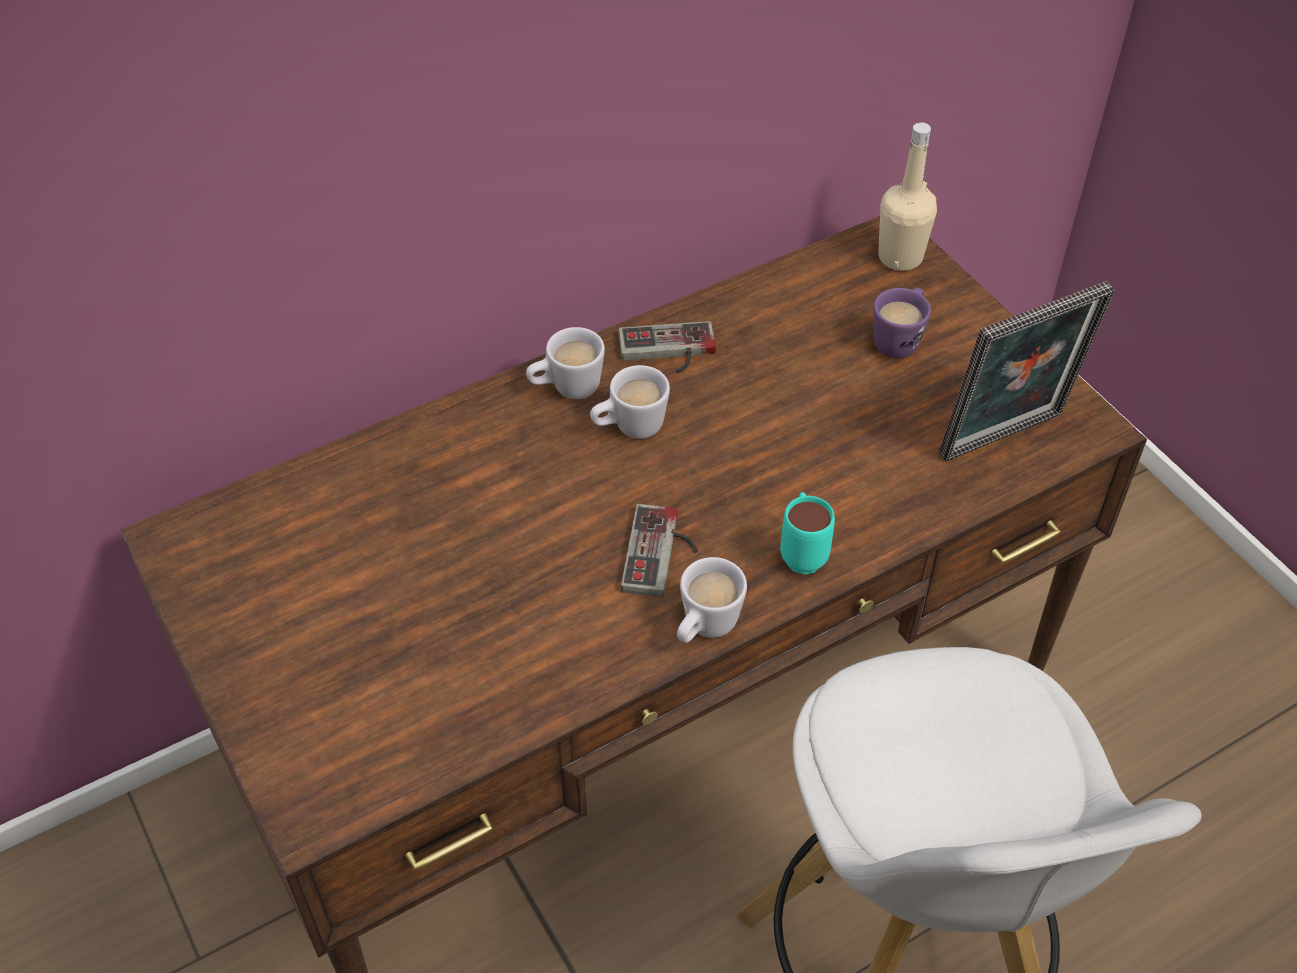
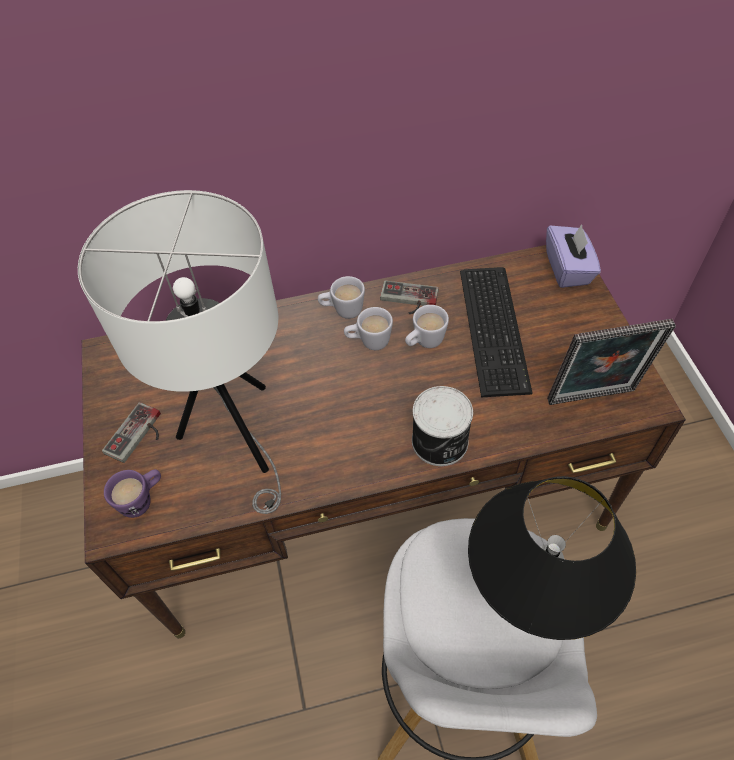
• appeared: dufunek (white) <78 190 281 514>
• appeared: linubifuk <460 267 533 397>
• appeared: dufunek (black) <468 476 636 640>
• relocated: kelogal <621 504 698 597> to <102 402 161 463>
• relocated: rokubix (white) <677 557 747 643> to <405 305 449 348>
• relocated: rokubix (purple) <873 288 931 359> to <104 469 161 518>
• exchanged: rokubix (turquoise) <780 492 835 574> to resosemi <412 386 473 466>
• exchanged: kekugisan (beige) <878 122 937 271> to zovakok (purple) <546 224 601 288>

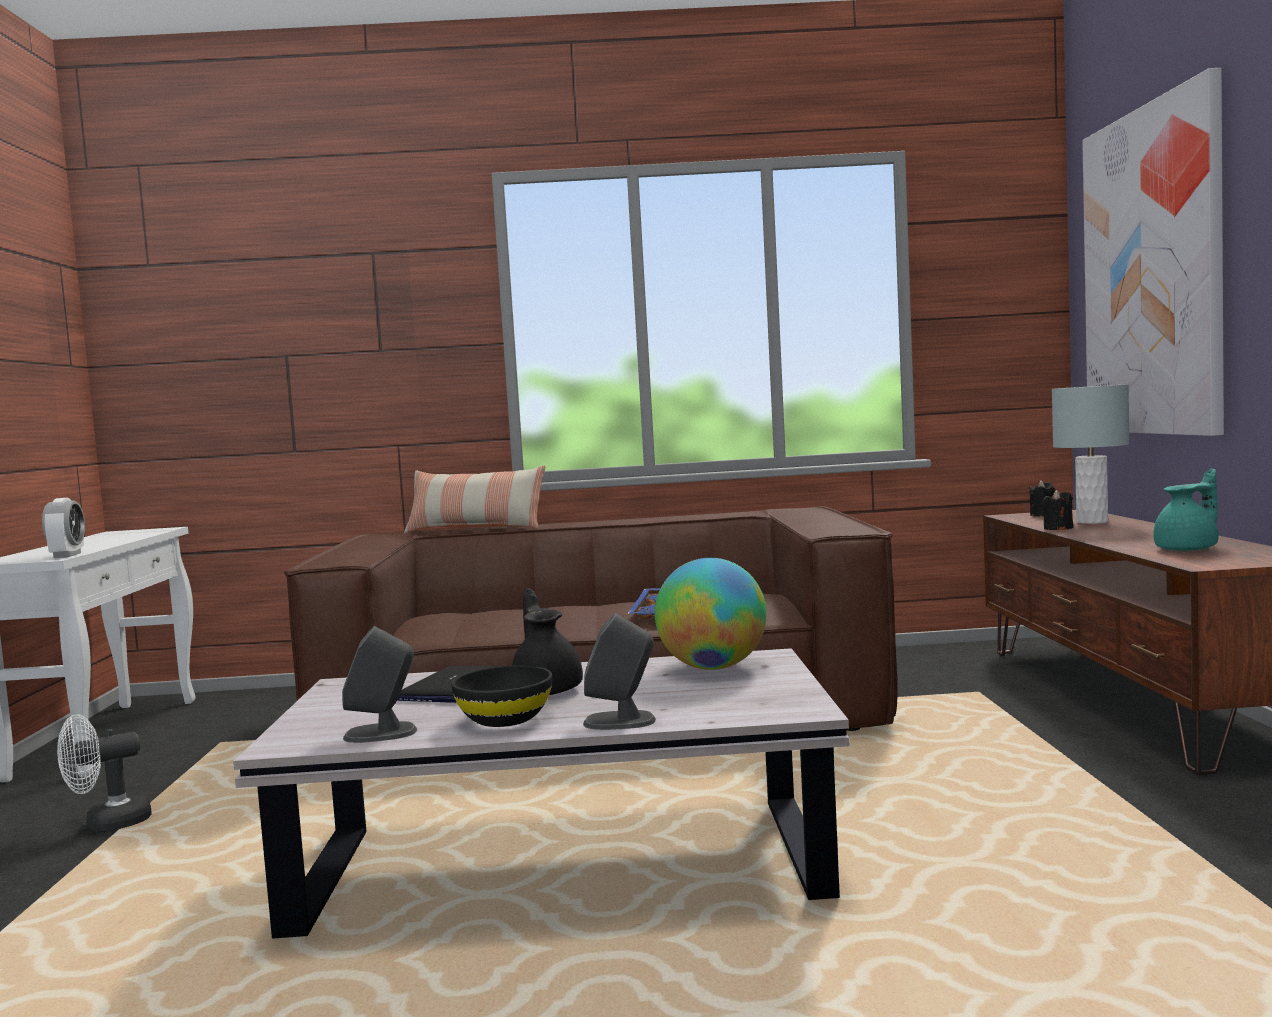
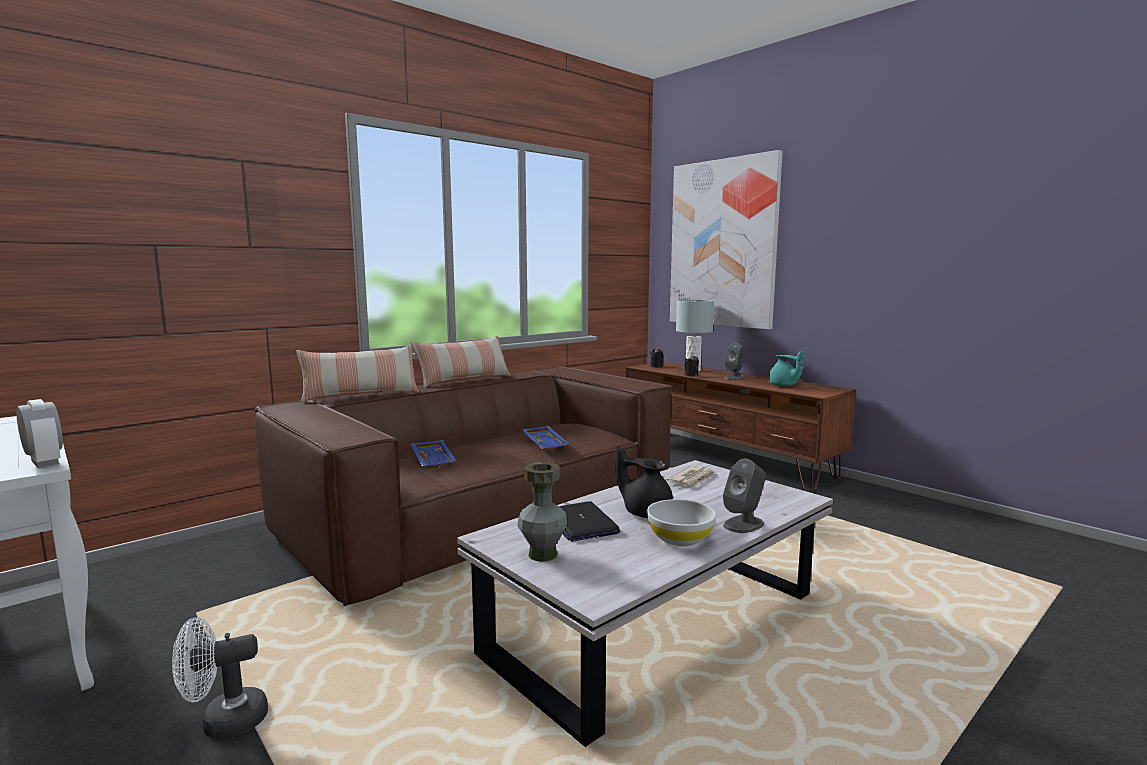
• appeared: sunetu <411 336 511 388>
• appeared: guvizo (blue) <411 440 456 469>
• appeared: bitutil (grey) <517 462 567 562>
• relocated: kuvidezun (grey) <342 626 417 743> to <725 343 745 380>
• exchanged: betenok <655 558 767 670> to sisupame <666 465 716 487>
• colour: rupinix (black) <451 666 552 727> to rupinix (white) <647 499 716 546>
• spun: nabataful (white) <57 715 152 832> = <172 617 268 739> 45 degrees clockwise
• spun: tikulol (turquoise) <1153 469 1219 551> = <768 351 804 386> 120 degrees clockwise

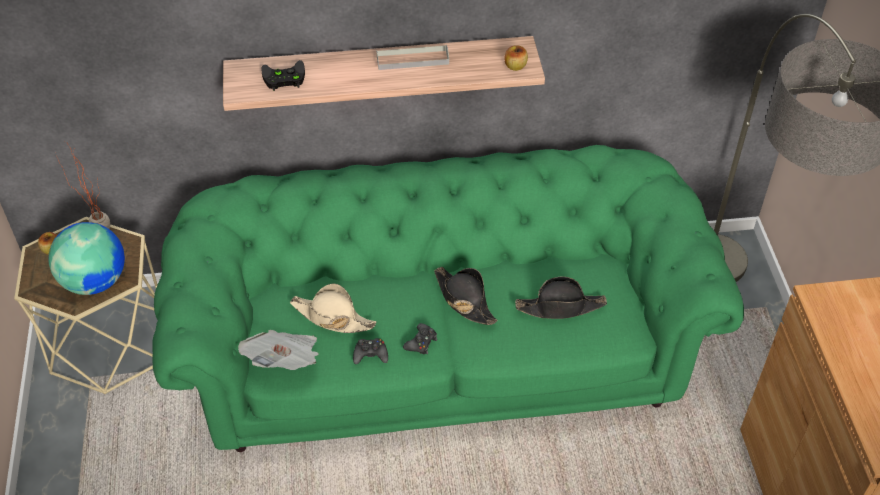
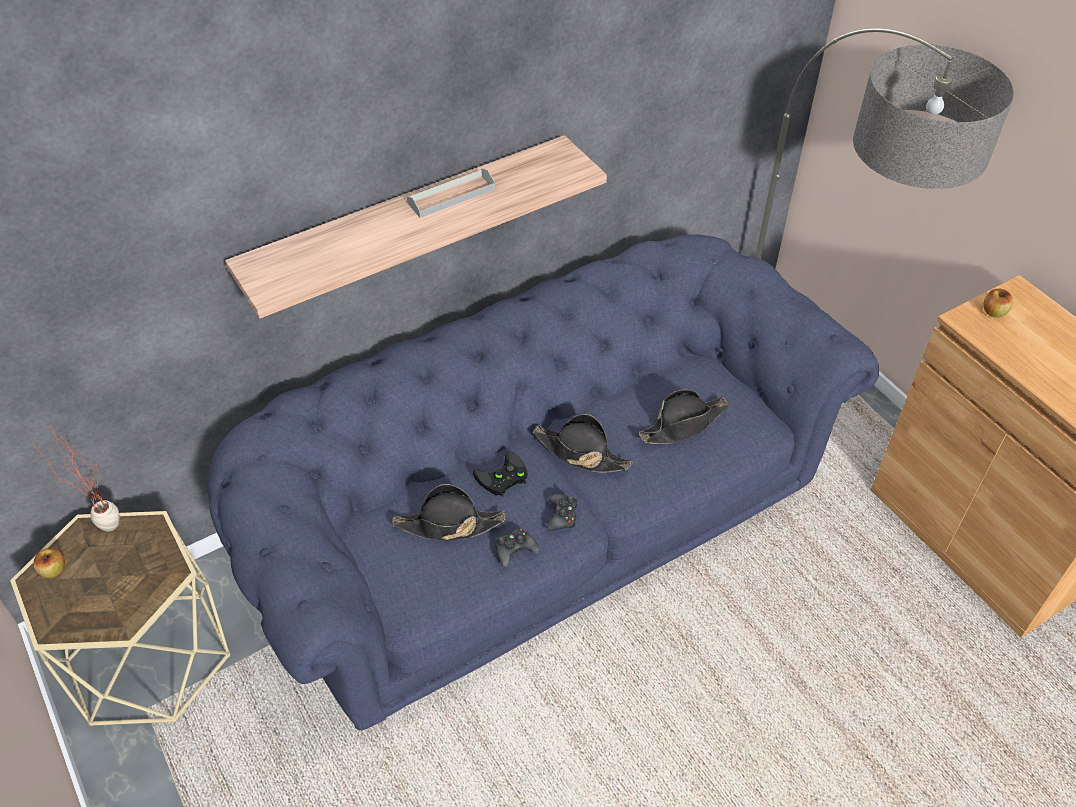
• missing: betenok <48 222 125 295>
• missing: sisupame <238 330 318 370>
• relocated: kelogal (black) <261 60 305 91> to <473 451 528 497>
• relocated: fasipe <504 45 528 71> to <983 289 1013 318>
• colour: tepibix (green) <152 145 744 452> to tepibix (blue) <208 234 879 730>
• colour: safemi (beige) <290 283 376 333> to safemi (black) <392 484 506 540>

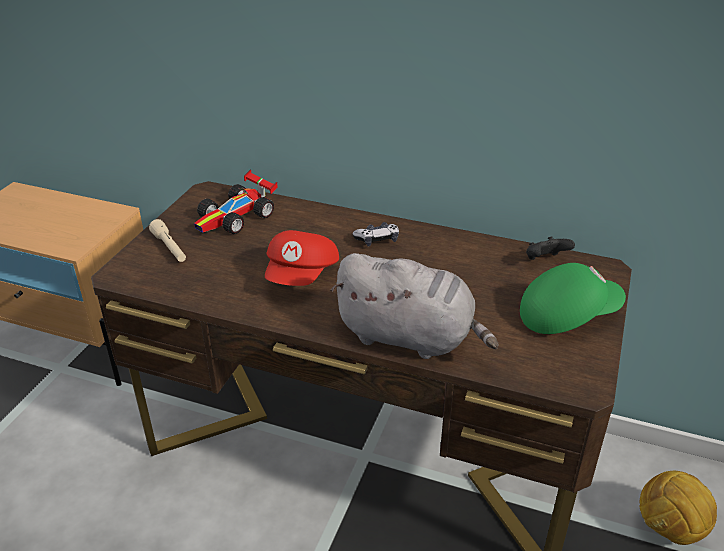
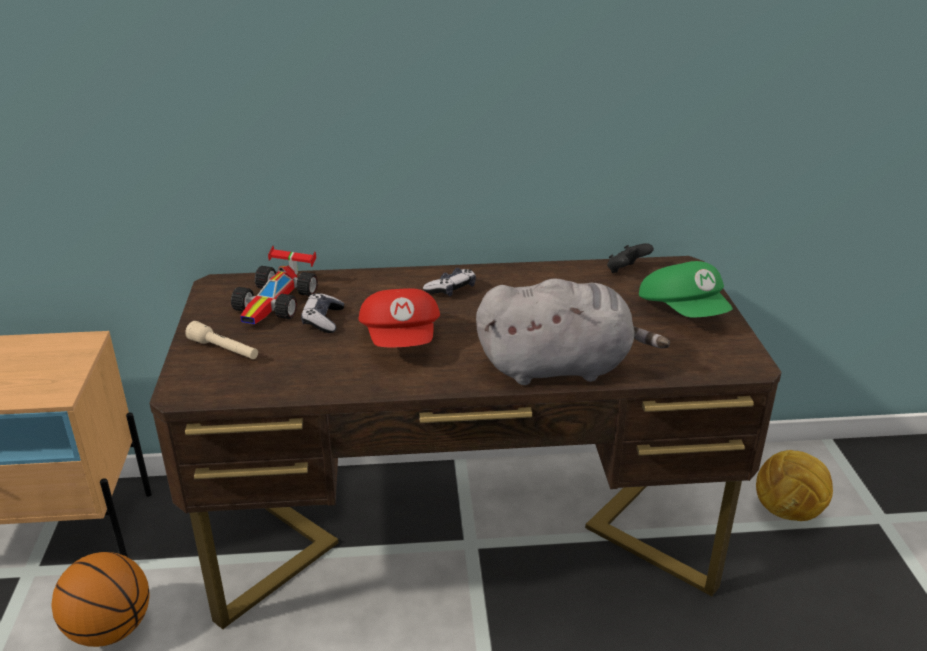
• appeared: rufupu <52 552 150 647>
• appeared: kelogal <301 293 344 333>
• spun: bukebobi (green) <520 263 626 334> = <639 261 733 318> 105 degrees clockwise

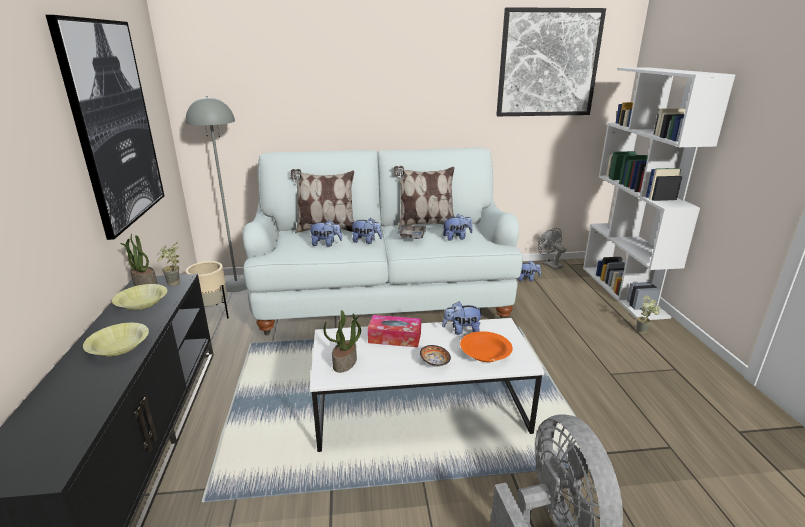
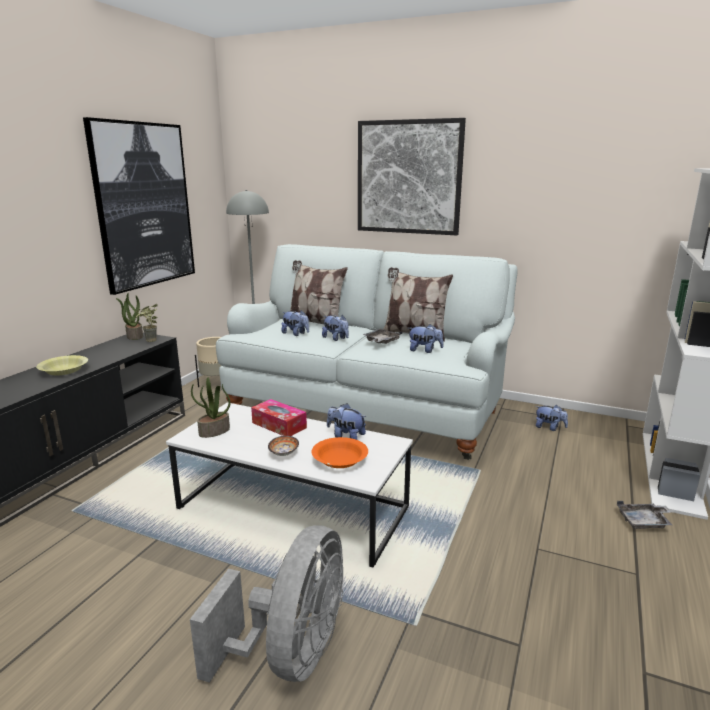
• missing: rupinix (yellow) <112 284 167 310>
• missing: nabataful (grey) <538 228 566 270>
• relocated: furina <496 7 606 116> to <358 118 466 235>
• exchanged: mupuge <636 295 661 334> to guvizo (grey) <617 501 672 529>

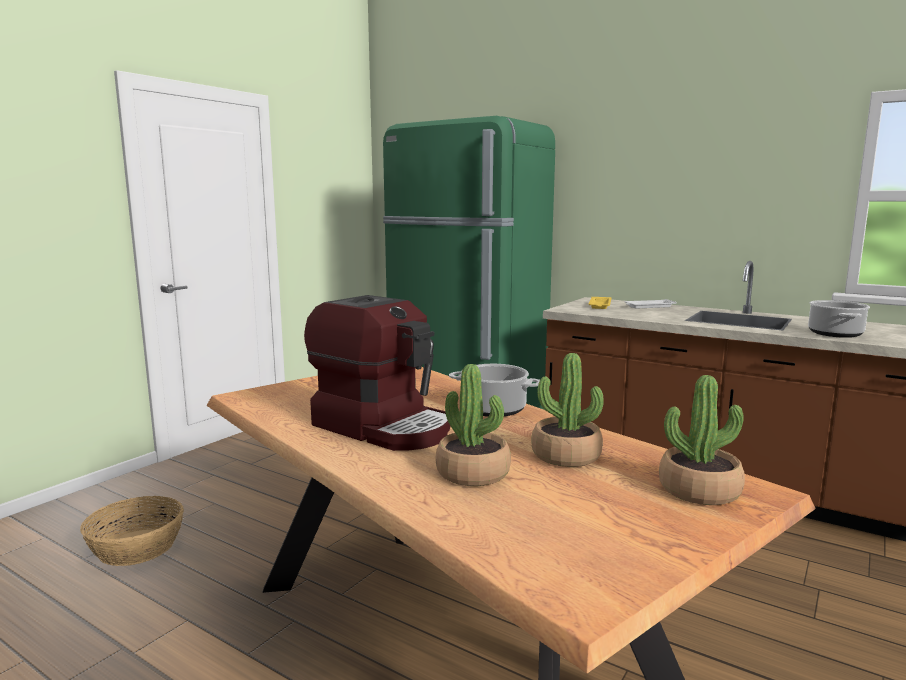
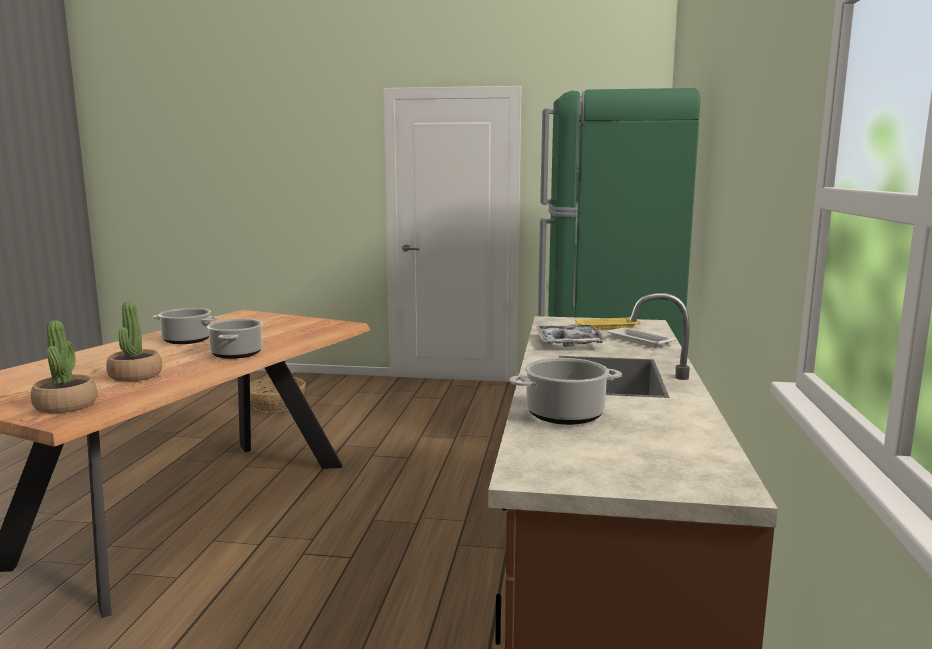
• missing: mupuge <436 364 511 486>
• appeared: guvizo <535 325 607 347>
• exchanged: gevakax <304 295 450 451> to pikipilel <153 308 218 344>

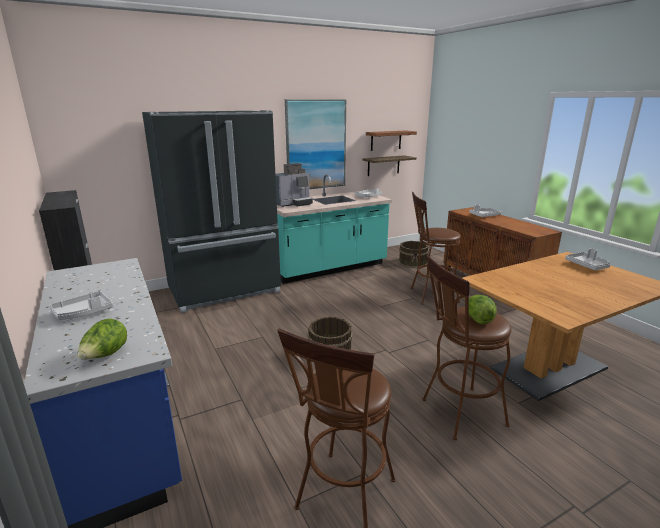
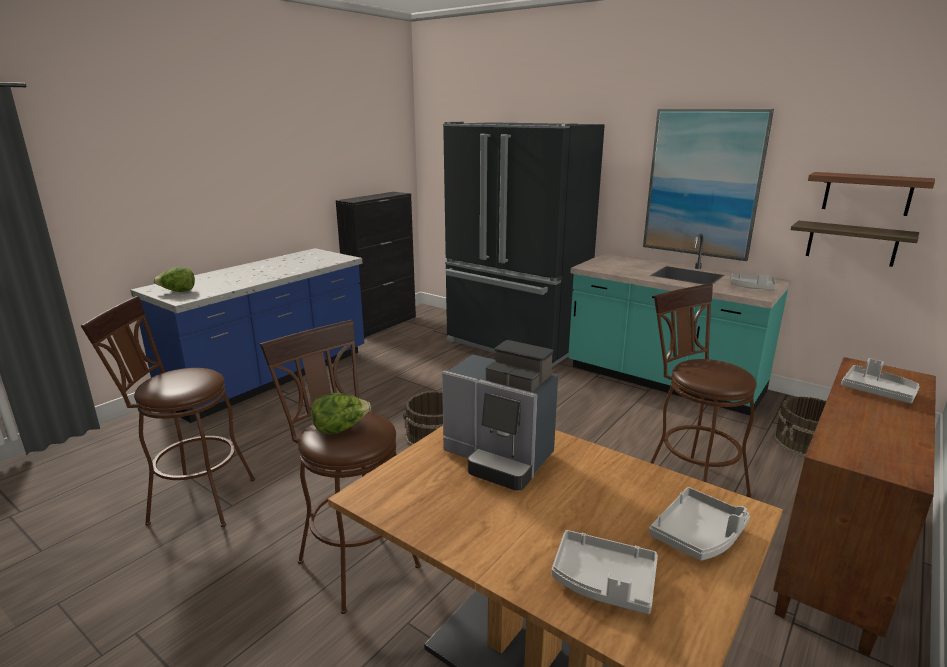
• relocated: guvizo (grey) <49 291 113 320> to <552 530 658 614>
• relocated: gevakax <275 163 313 207> to <442 340 558 491>

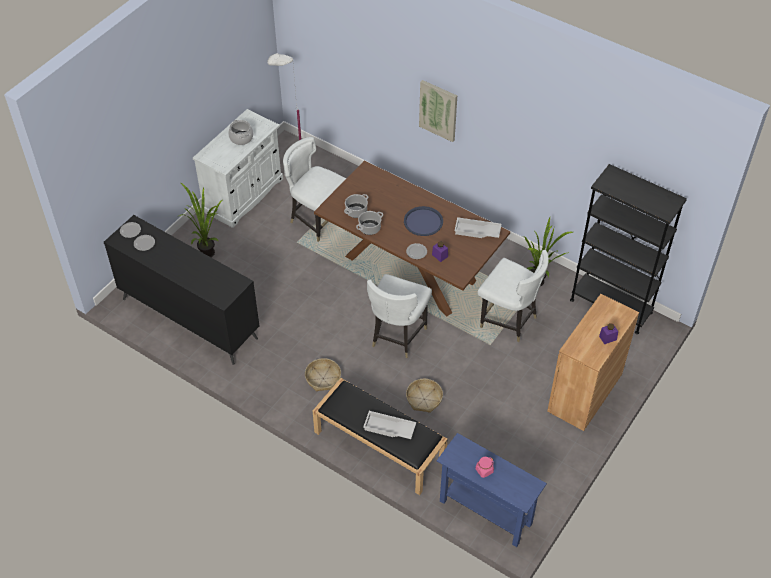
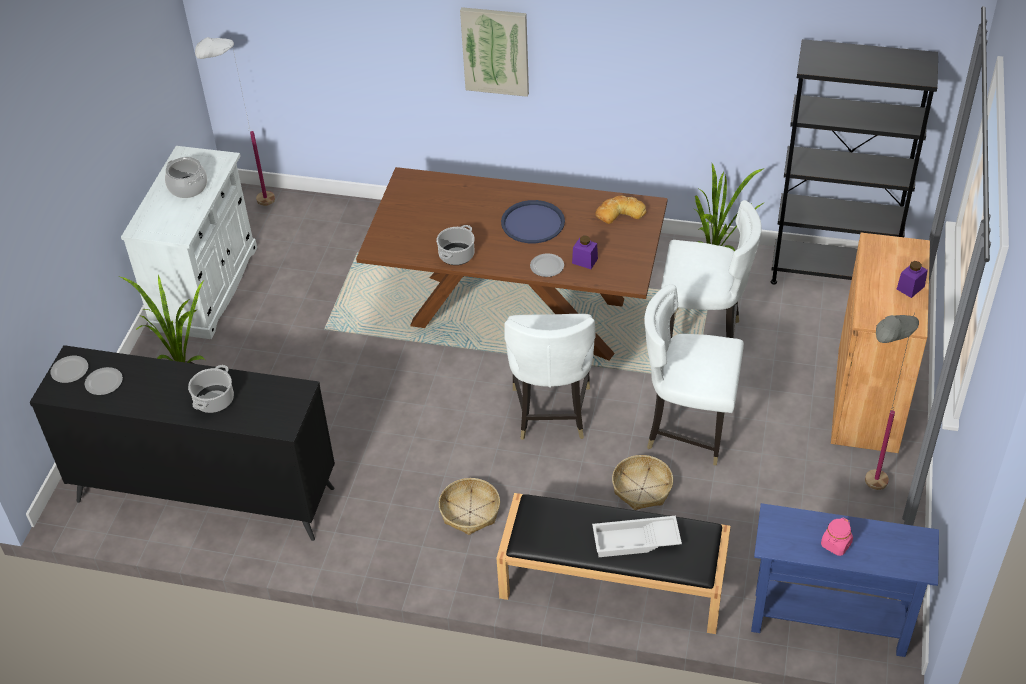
• appeared: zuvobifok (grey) <865 312 919 490>
• relocated: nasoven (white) <283 137 346 242> to <644 284 744 466>
• relocated: pikipilel <344 194 368 218> to <188 365 234 413>
• exchanged: guvizo (white) <454 217 502 238> to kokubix <595 196 647 224>

